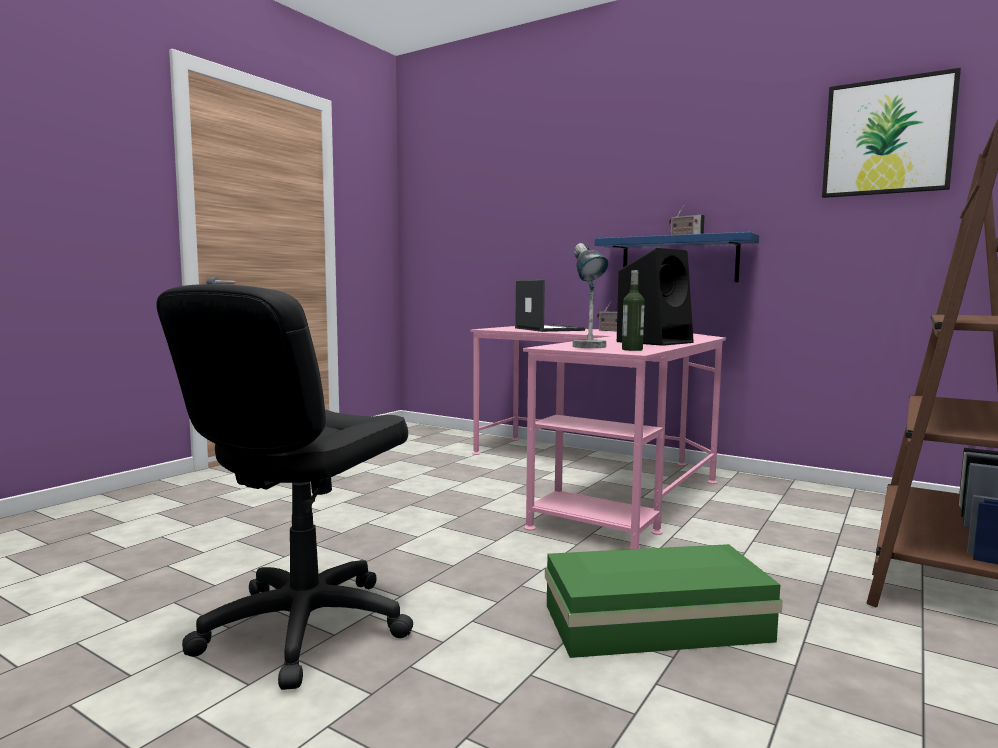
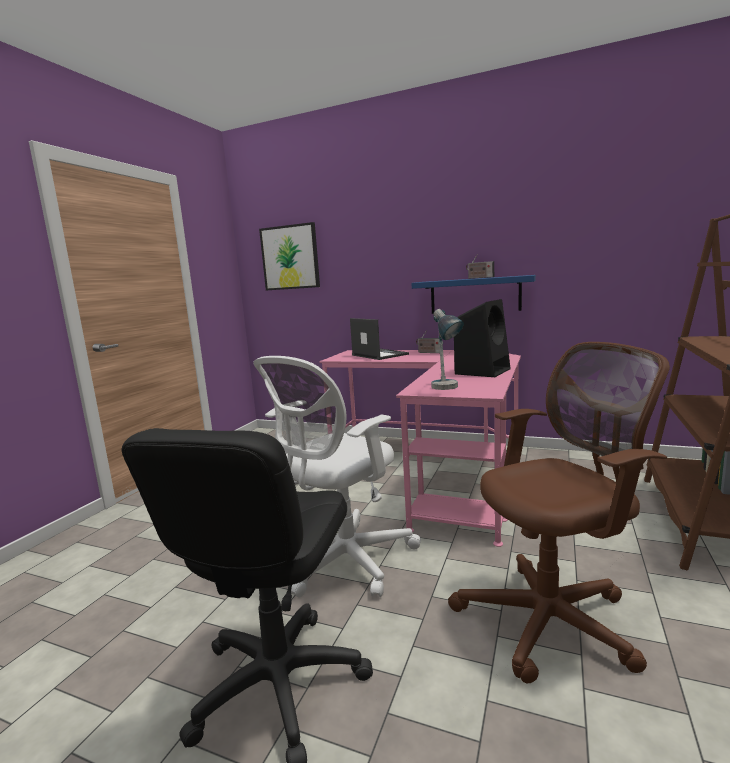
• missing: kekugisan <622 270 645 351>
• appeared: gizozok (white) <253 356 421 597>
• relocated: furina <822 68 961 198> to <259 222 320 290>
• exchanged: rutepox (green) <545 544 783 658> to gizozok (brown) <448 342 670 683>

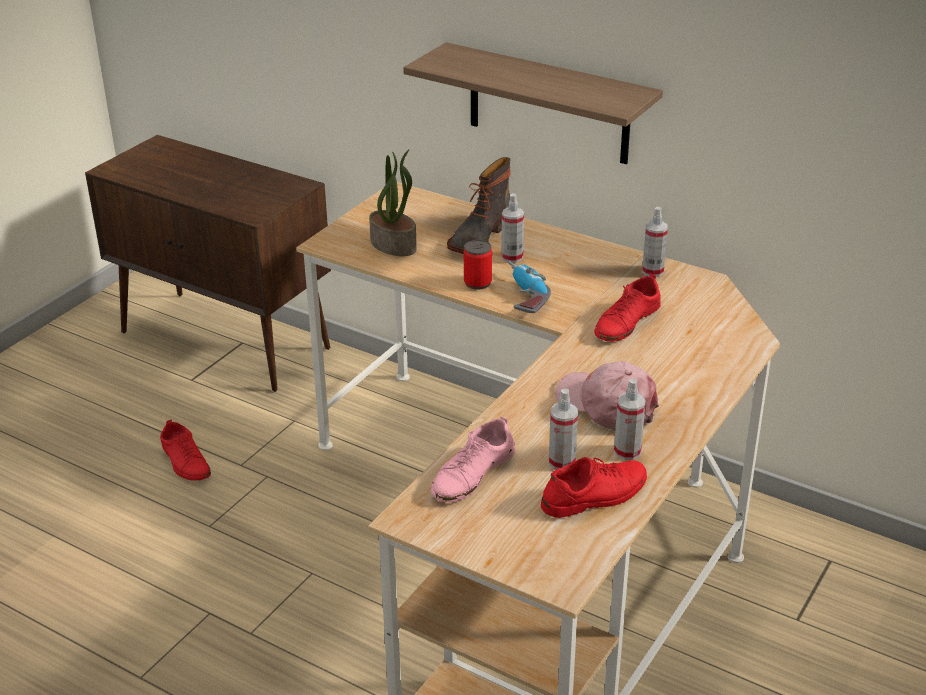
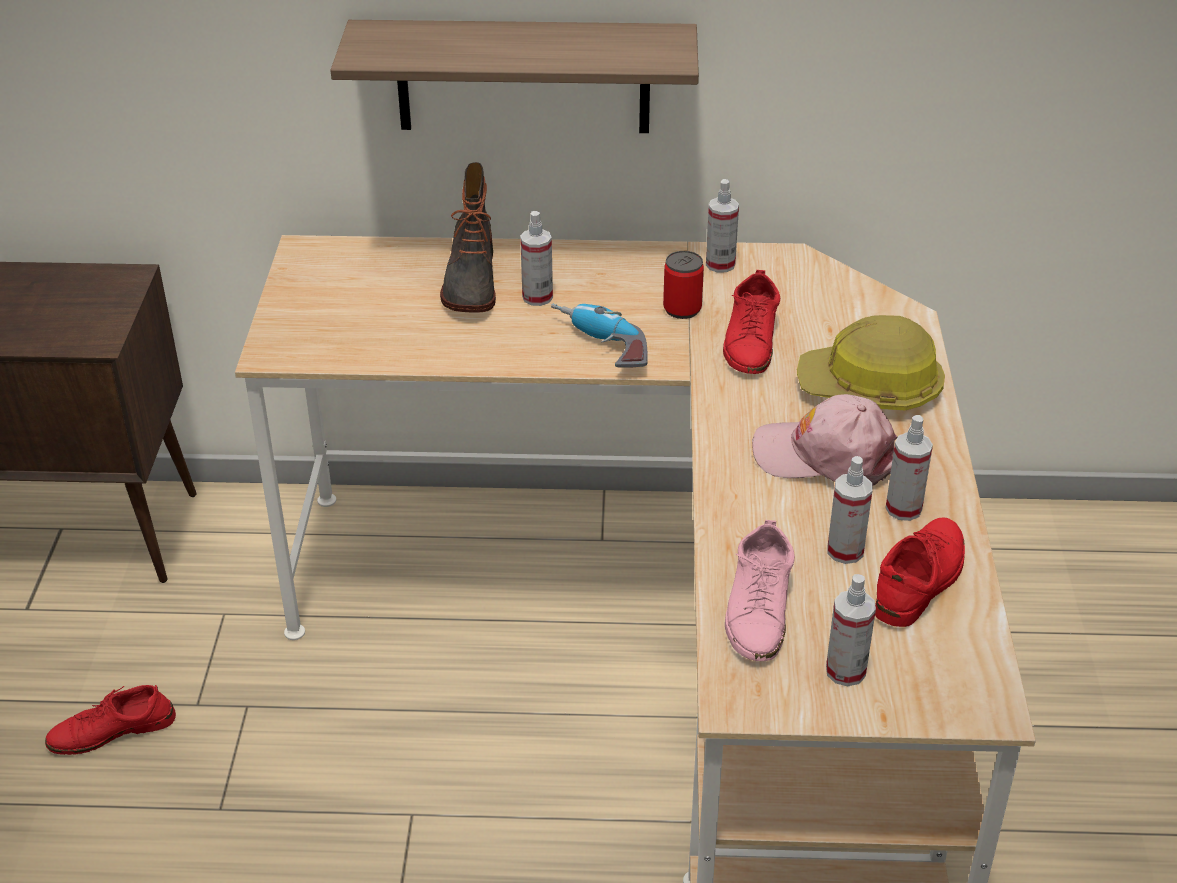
• missing: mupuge <369 150 417 256>
• appeared: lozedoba <797 315 945 410>
• appeared: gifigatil <826 574 876 687>
• relocated: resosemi <464 240 492 289> to <663 251 704 319>
• spun: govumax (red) <160 419 211 480> = <45 685 176 755> 135 degrees clockwise

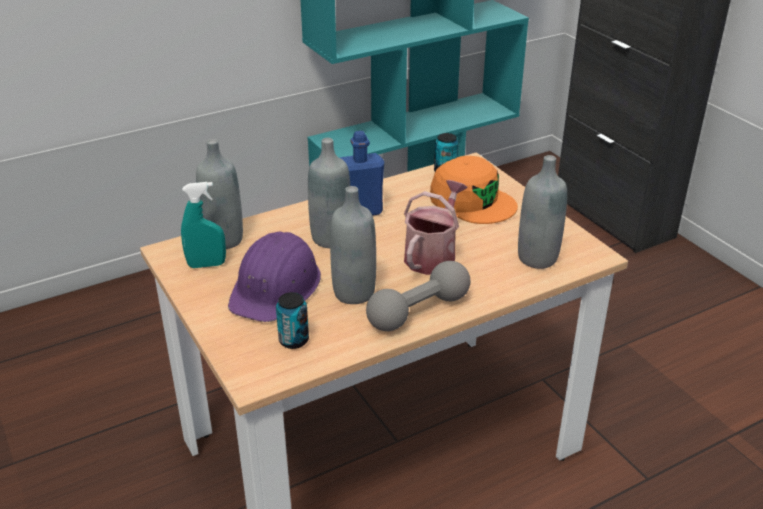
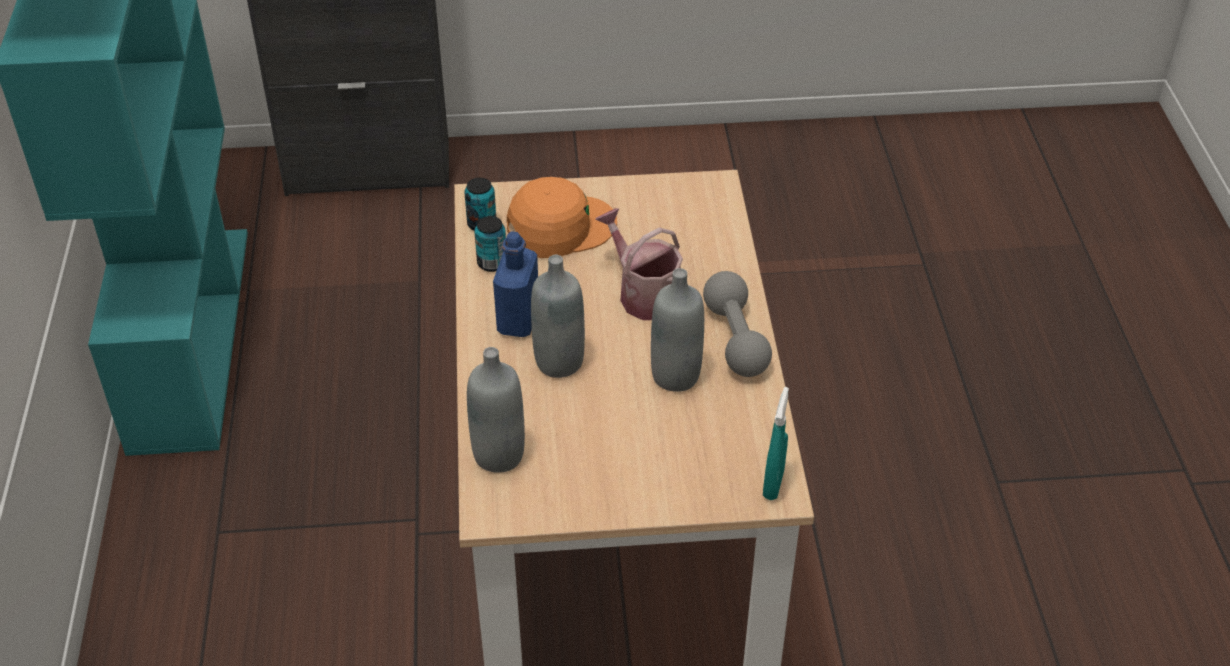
• missing: lozedoba (purple) <228 232 321 322>
• missing: kekugisan (grey) <518 155 567 269>
• relocated: gifigatil (turquoise) <181 182 226 268> to <763 387 789 500>
• relocated: resosemi <276 292 309 349> to <474 216 506 272>

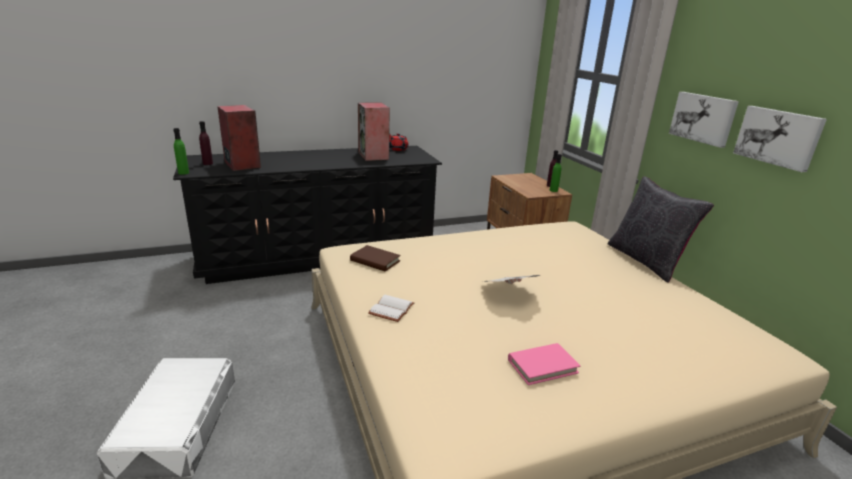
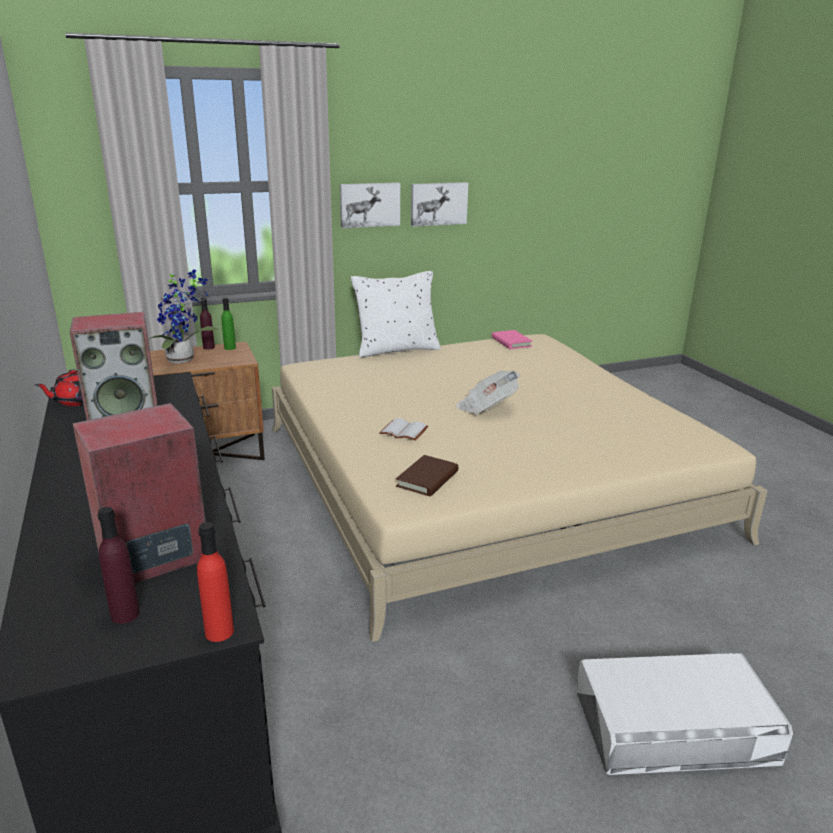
• appeared: mupuge <149 269 218 364>
• relocated: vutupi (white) <368 295 414 322> to <379 418 428 441>
• relocated: vutupi (pink) <508 343 580 385> to <492 330 533 349>
• colour: kekugisan (green) <173 128 189 175> to kekugisan (red) <197 522 234 642>
• colour: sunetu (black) <607 176 714 283> to sunetu (white) <351 271 441 357>

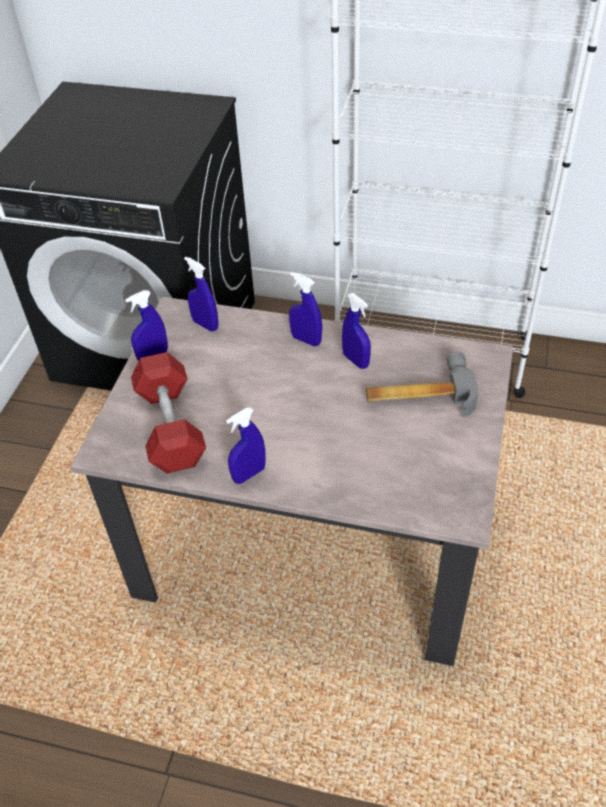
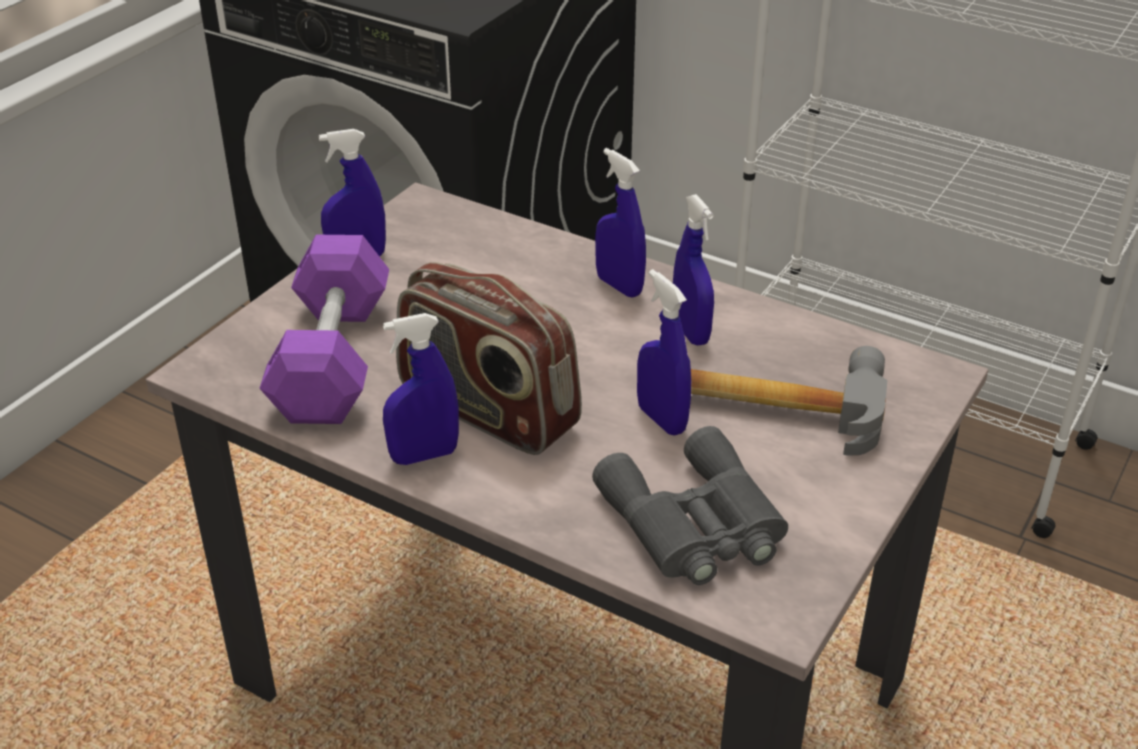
• appeared: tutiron <396 262 582 455>
• appeared: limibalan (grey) <592 426 788 585>
• relocated: gifigatil (blue) <184 257 218 332> to <637 269 691 436>
• colour: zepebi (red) <131 352 206 474> to zepebi (purple) <259 235 390 424>

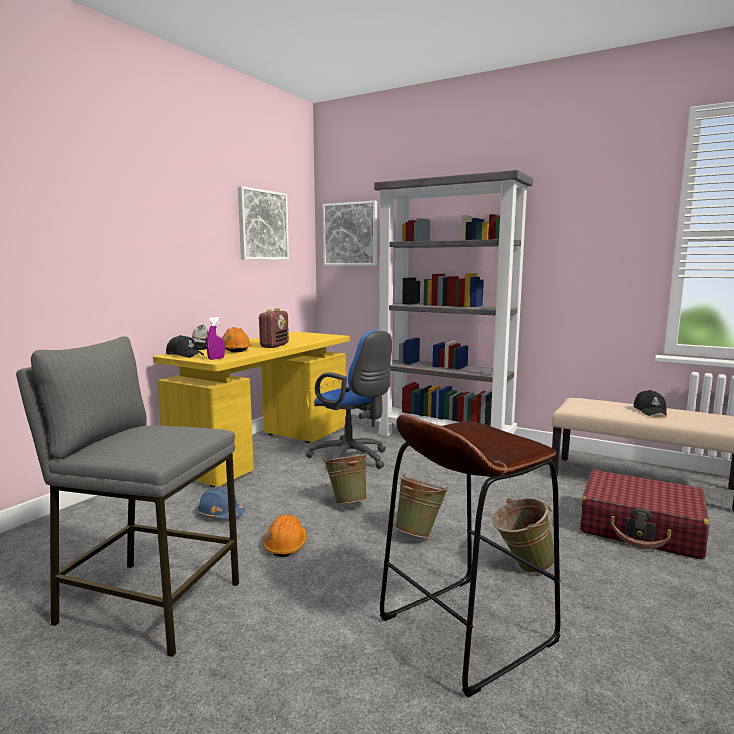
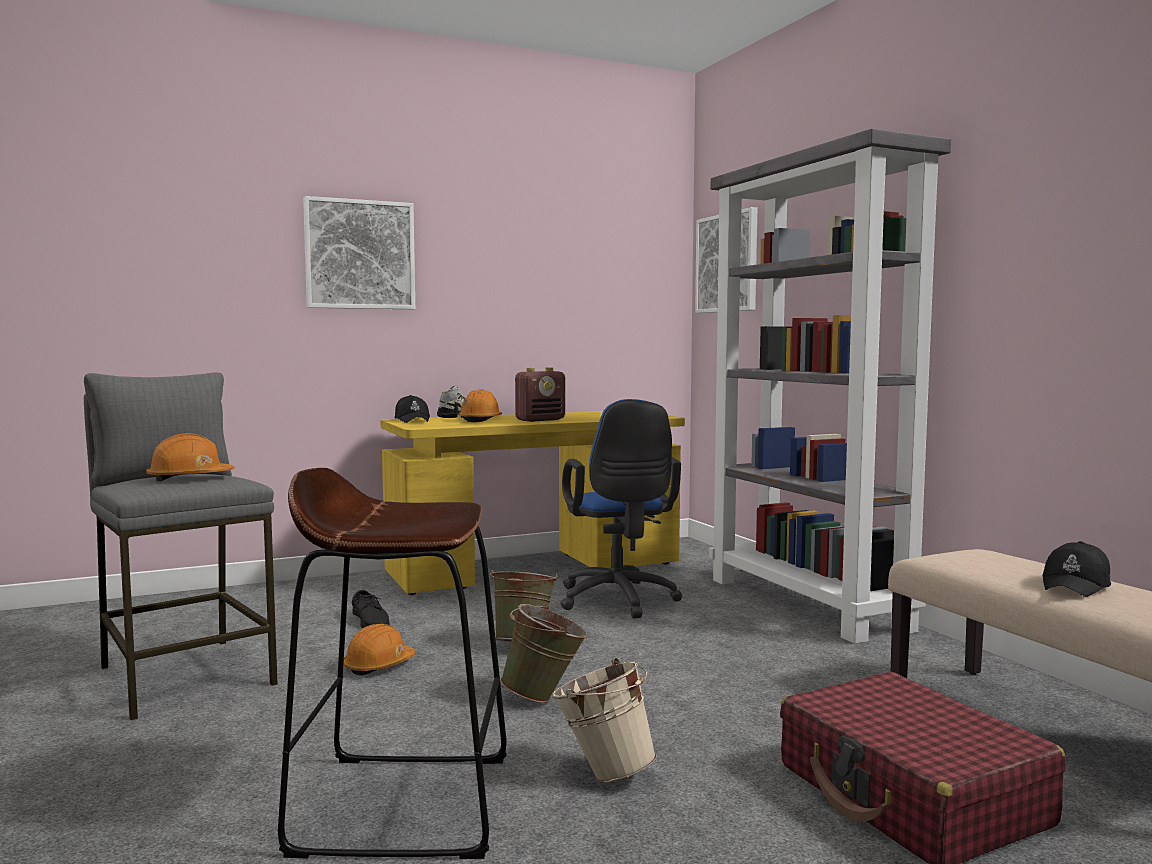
• missing: gifigatil (purple) <207 317 225 360>
• appeared: lozedoba (orange) <146 433 235 481>
• relocated: furina <238 186 289 260> to <303 196 415 309>
• exchanged: lozedoba (blue) <196 486 245 519> to govumax (black) <352 590 390 628>
• colour: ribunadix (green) <492 498 554 573> to ribunadix (beige) <552 658 657 783>

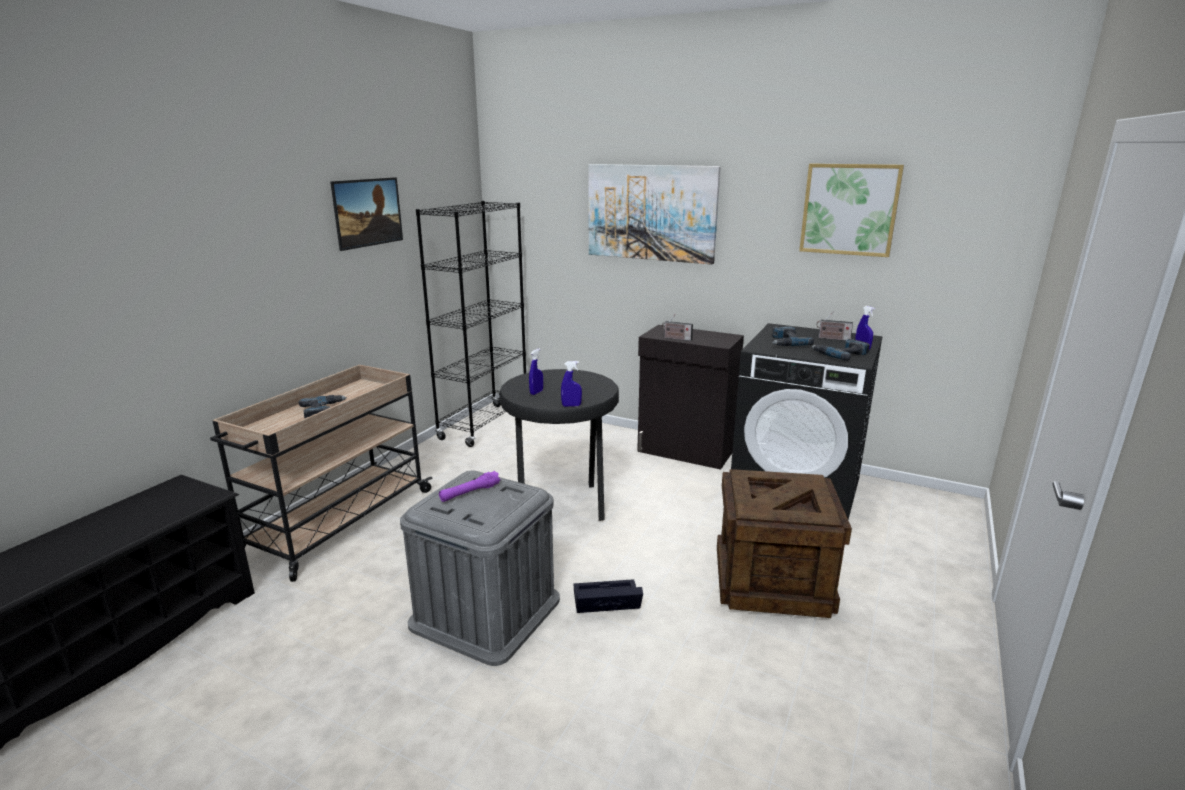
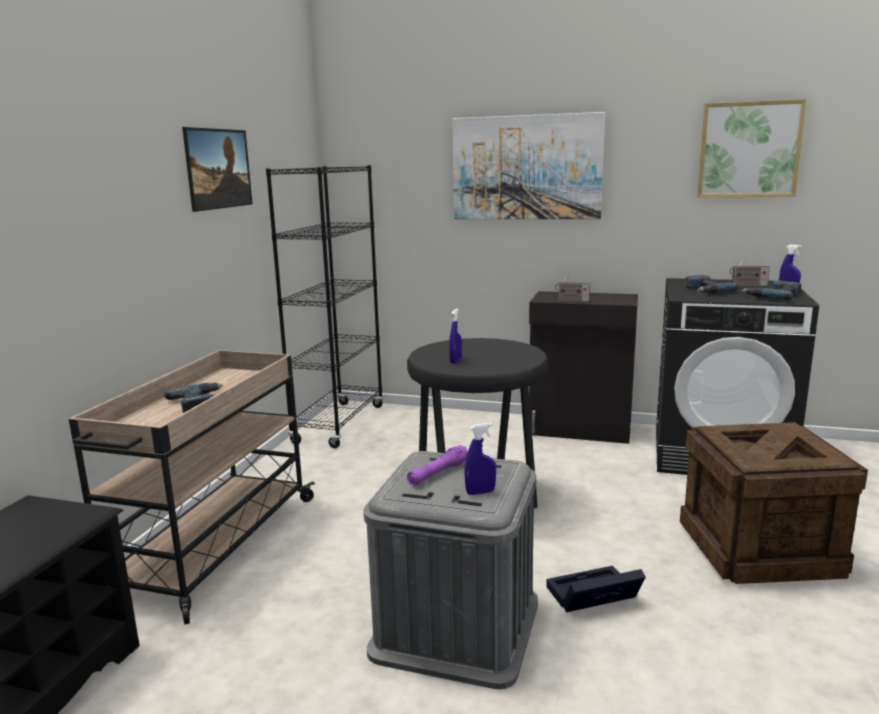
• relocated: gifigatil (blue) <561 361 582 407> to <464 423 496 495>

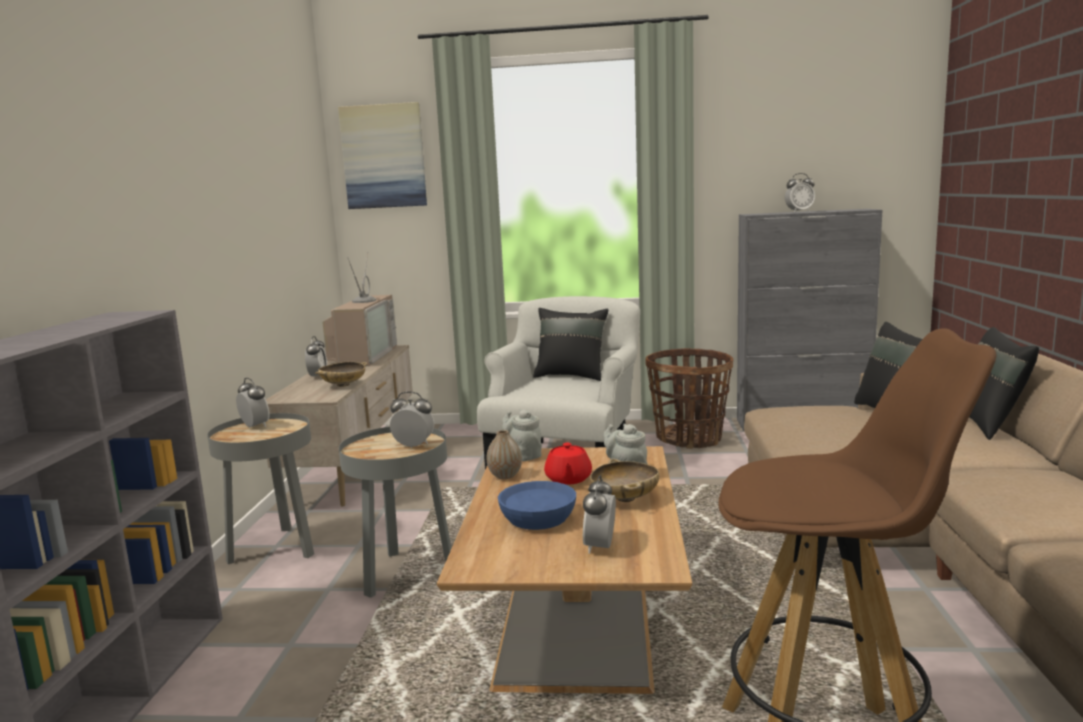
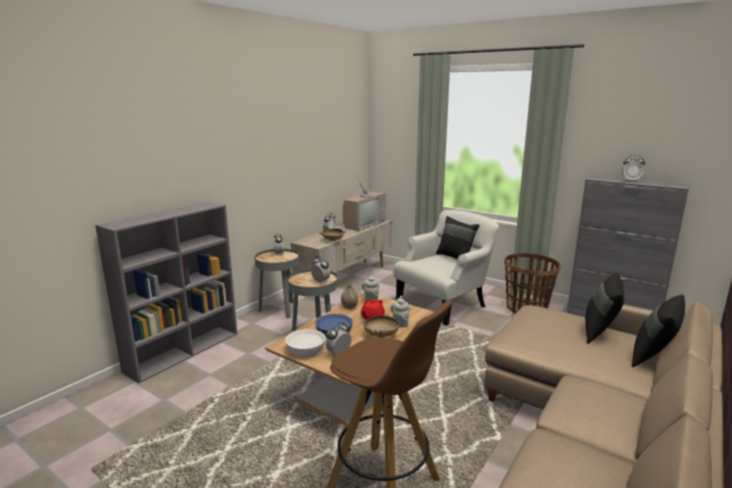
• missing: furina <338 102 427 209>
• appeared: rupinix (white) <285 329 326 357>

